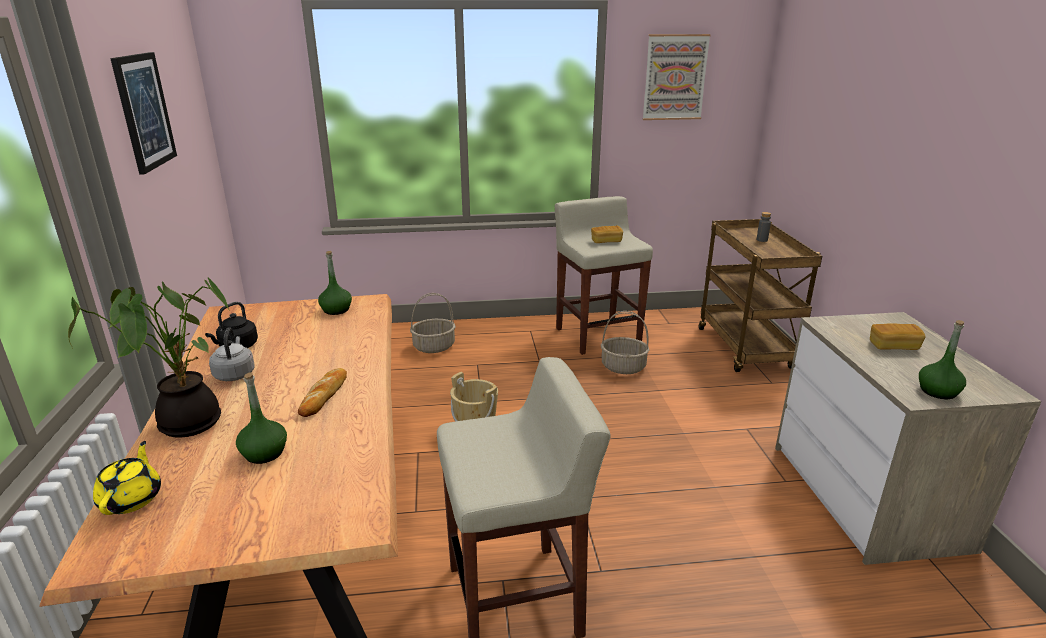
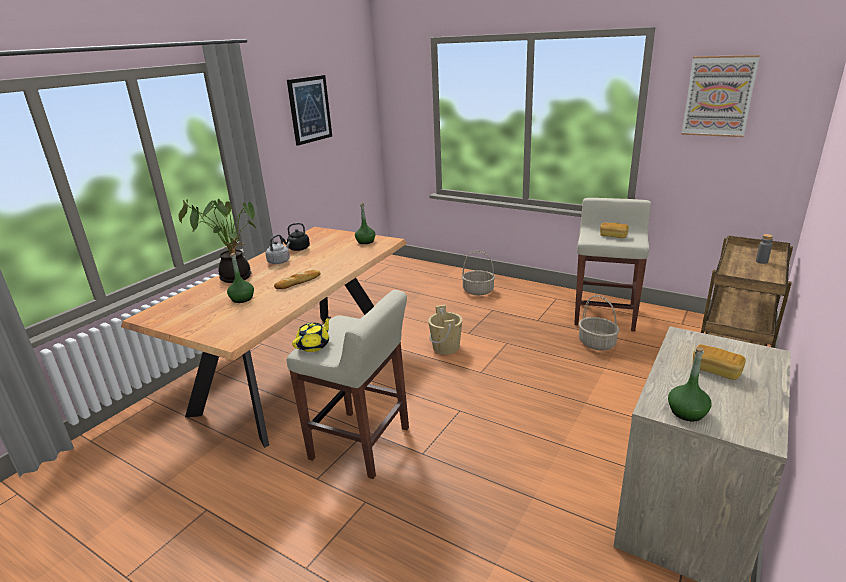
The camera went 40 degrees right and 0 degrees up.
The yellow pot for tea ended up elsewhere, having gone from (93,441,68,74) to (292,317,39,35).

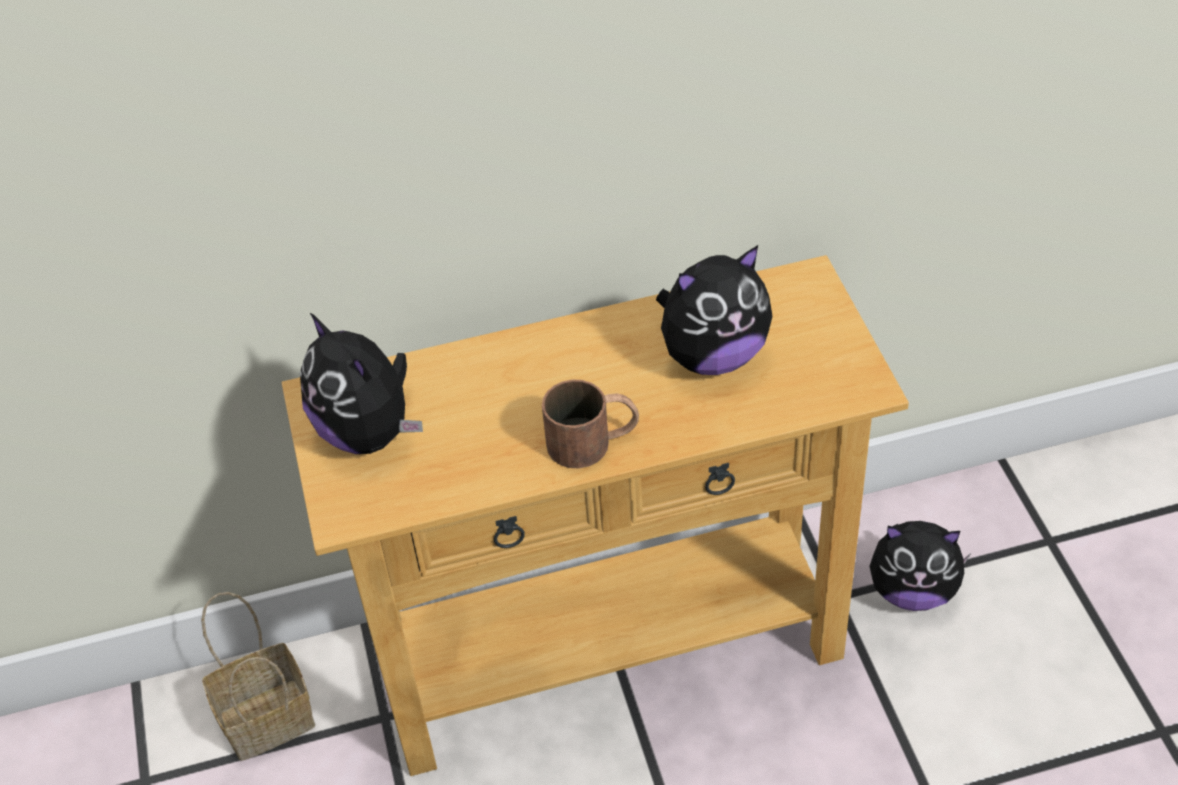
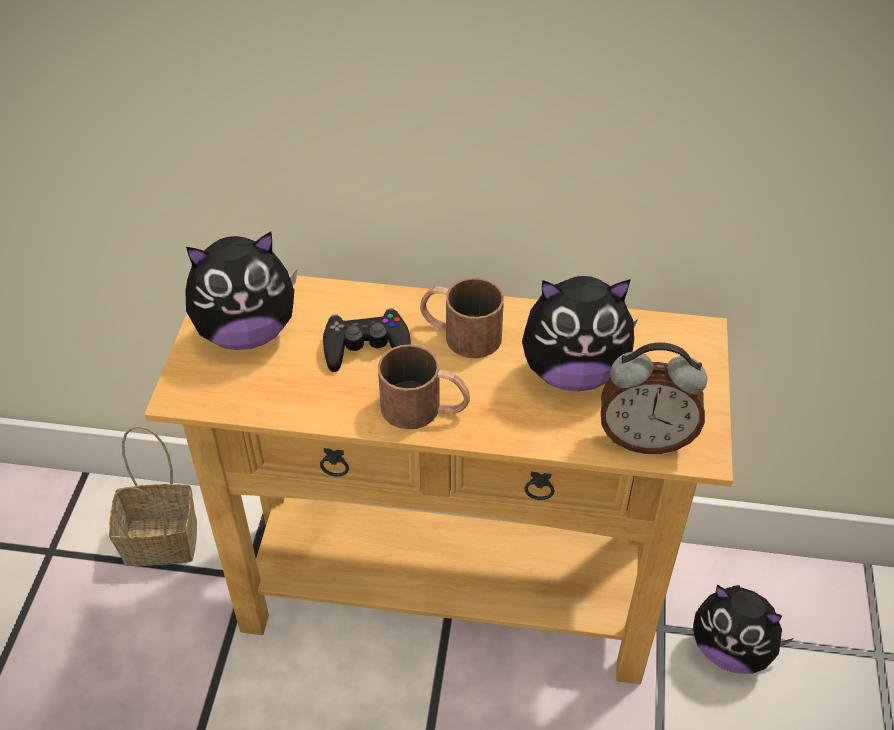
The camera went 20 degrees right and 0 degrees up.
The plush toy at (300,312,123,142) ended up facing another way, 90 degrees counterclockwise from before.
The second view gained the black gamepad at (323,308,88,64).
The second view gained the brown-coloured mug at (420,278,84,80).
The second view gained the table clock at (601,343,106,111).

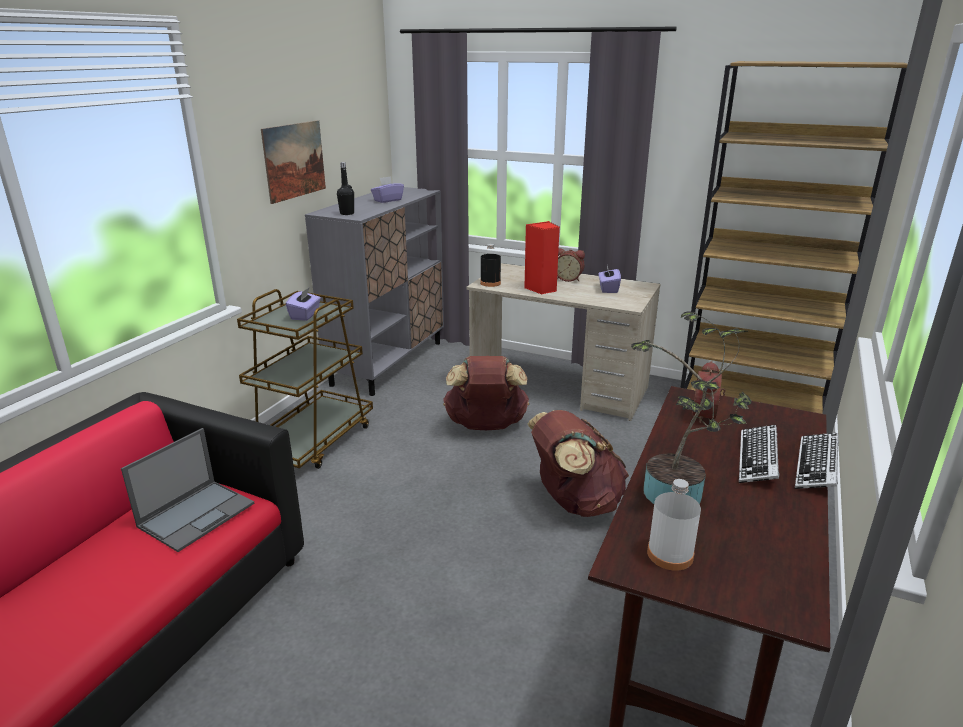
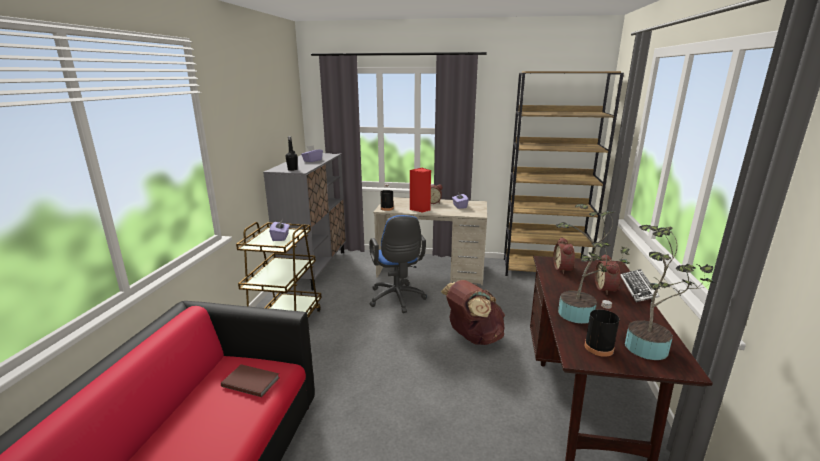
The camera went 15 degrees left and 5 degrees down.
Where the laptop stood at (121,428,133,124), the brown-coloured bound book came to stand at (221,364,58,33).
Where the brown-coloured rucksack stood at (443,356,86,74), the bluish computer chair came to stand at (369,215,58,98).
What was the white beverage bottle at (647,479,54,92) turned into the black beverage bottle at (585,300,34,57).
Where the PC keyboard stood at (739,425,40,58), the table clock came to stand at (595,254,26,41).
The second view gained the houseplant at (625,225,91,135).
The second view lost the wall art at (261,120,65,84).

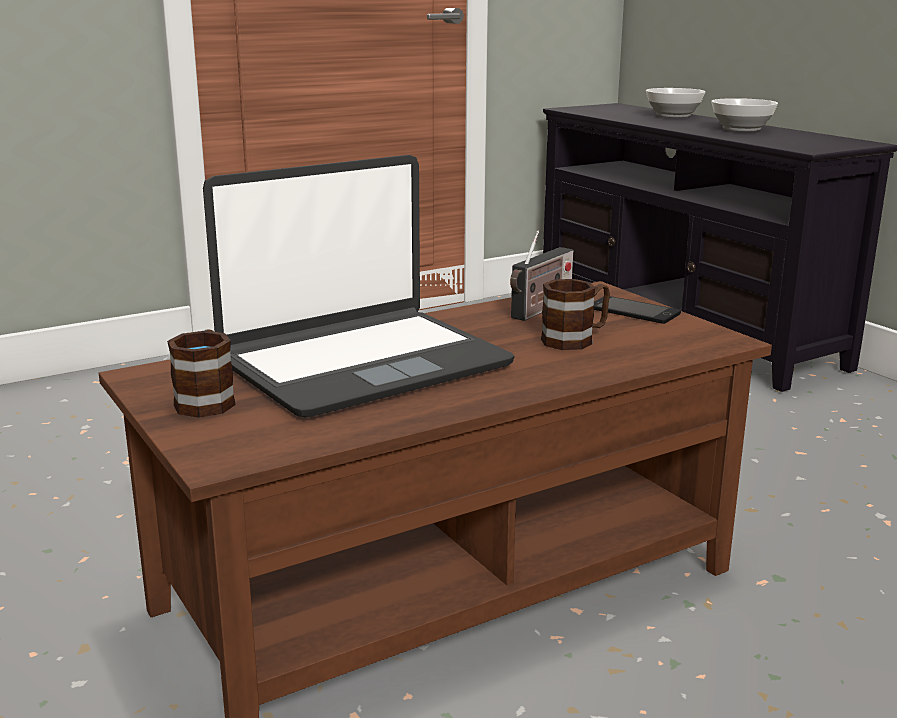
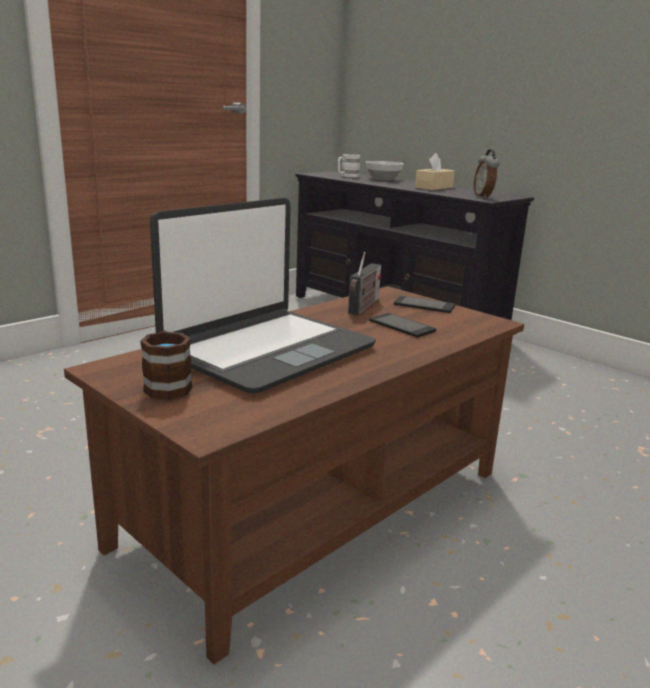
The camera went 15 degrees left and 0 degrees up.
The second view gained the white mug at (338,154,23,23).
Where the brown-coloured mug stood at (541,279,69,71), the handset came to stand at (369,313,67,24).
Where the deep dish stood at (711,98,67,34), the sand-coloured box of tissues came to stand at (415,153,40,37).
The second view gained the table clock at (474,149,26,49).

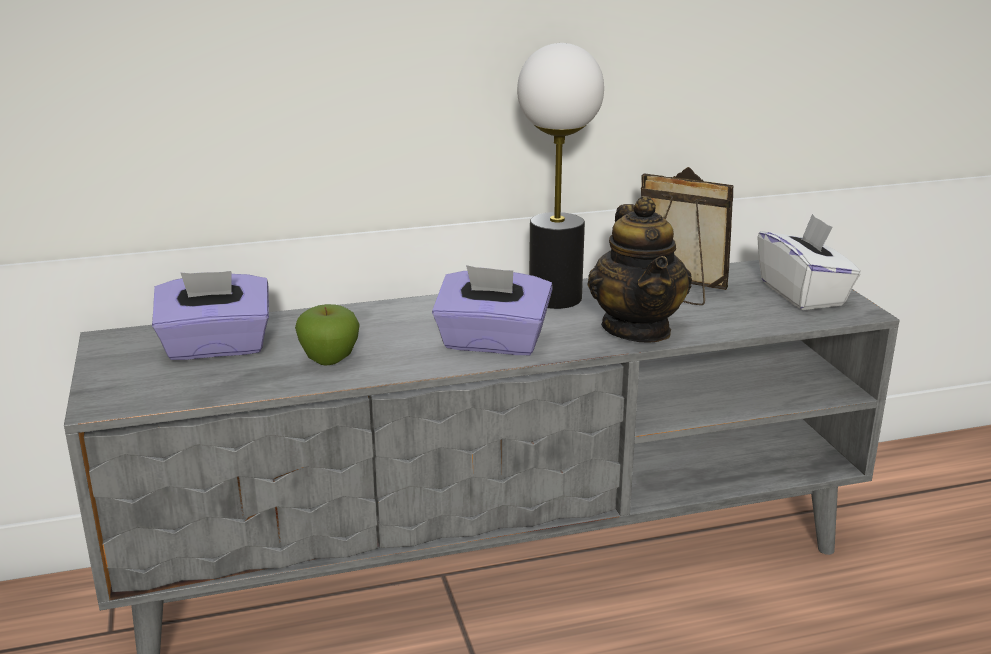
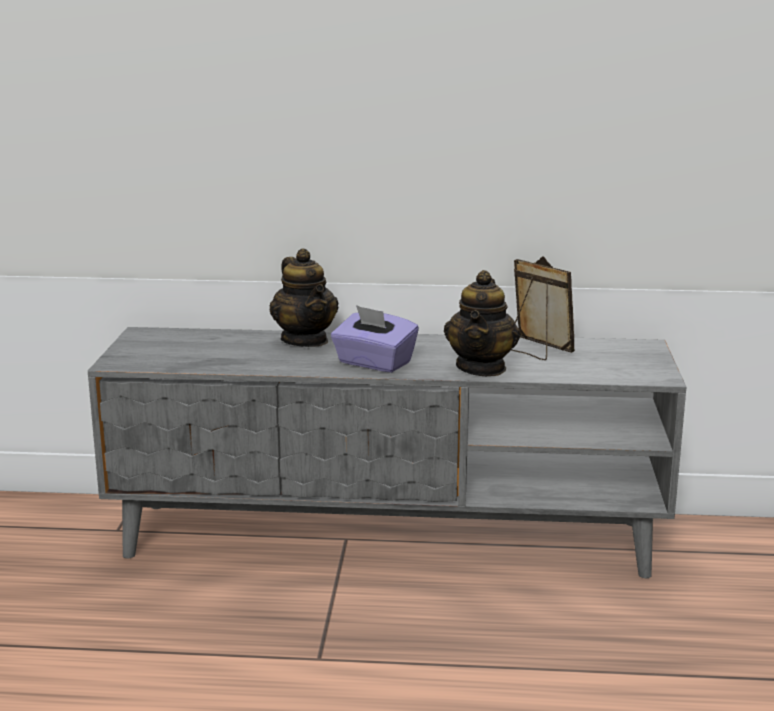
The camera went 20 degrees right and 5 degrees down.
The second view gained the pot for tea at (270,248,69,99).
The second view lost the purplish box of tissues at (152,271,117,89).
The second view lost the whole apple at (295,304,65,61).
The second view lost the tabletop lamp at (517,43,87,266).
The second view lost the white box of tissues at (757,214,104,96).

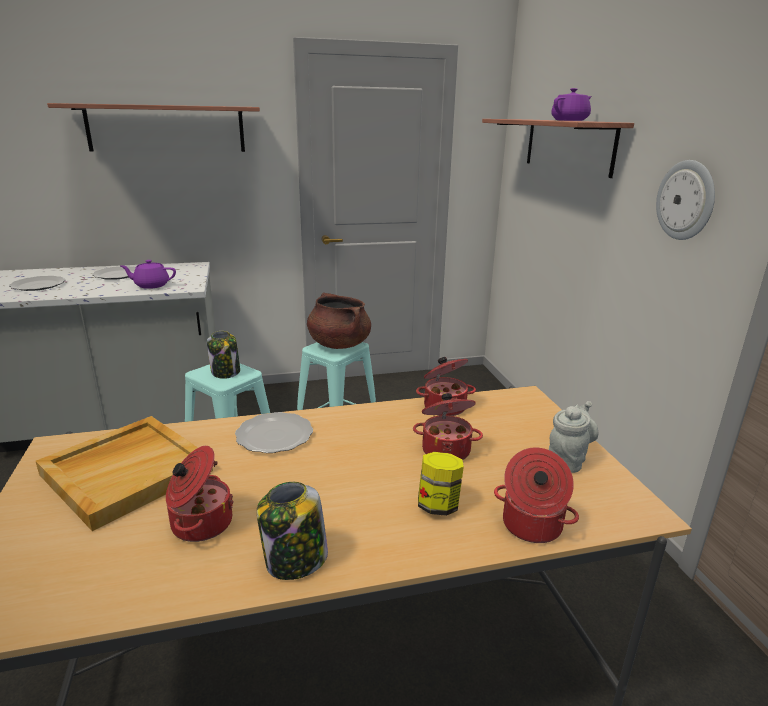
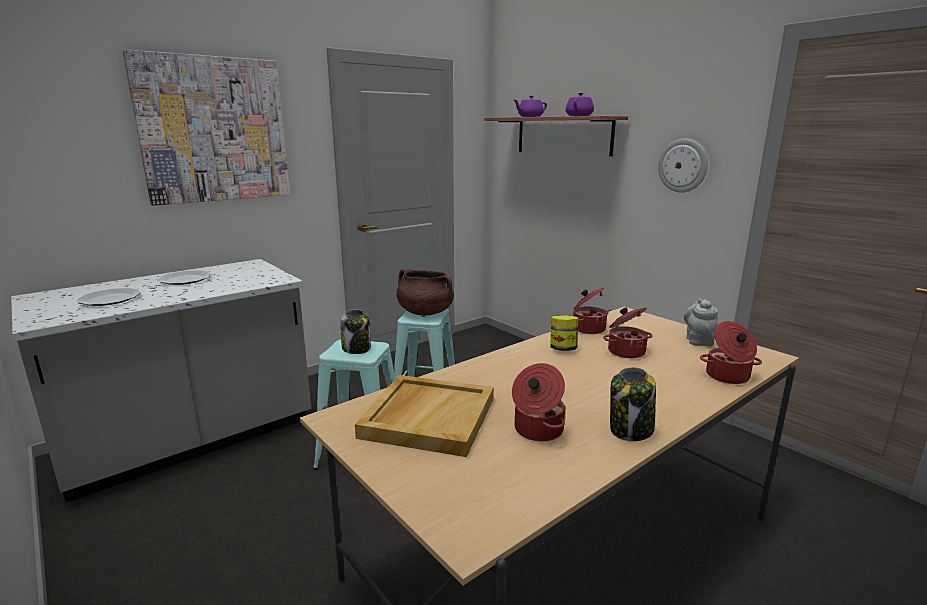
The camera went 25 degrees left and 5 degrees down.
Where the shelf hung at (47,103,213,49), the wall art came to hang at (123,49,167,157).
The purplish pot for tea ended up elsewhere, having gone from (121,260,55,29) to (514,96,33,21).
The jar ended up elsewhere, having gone from (418,452,46,64) to (550,315,28,36).
The second view lost the dinner plate at (235,412,78,41).

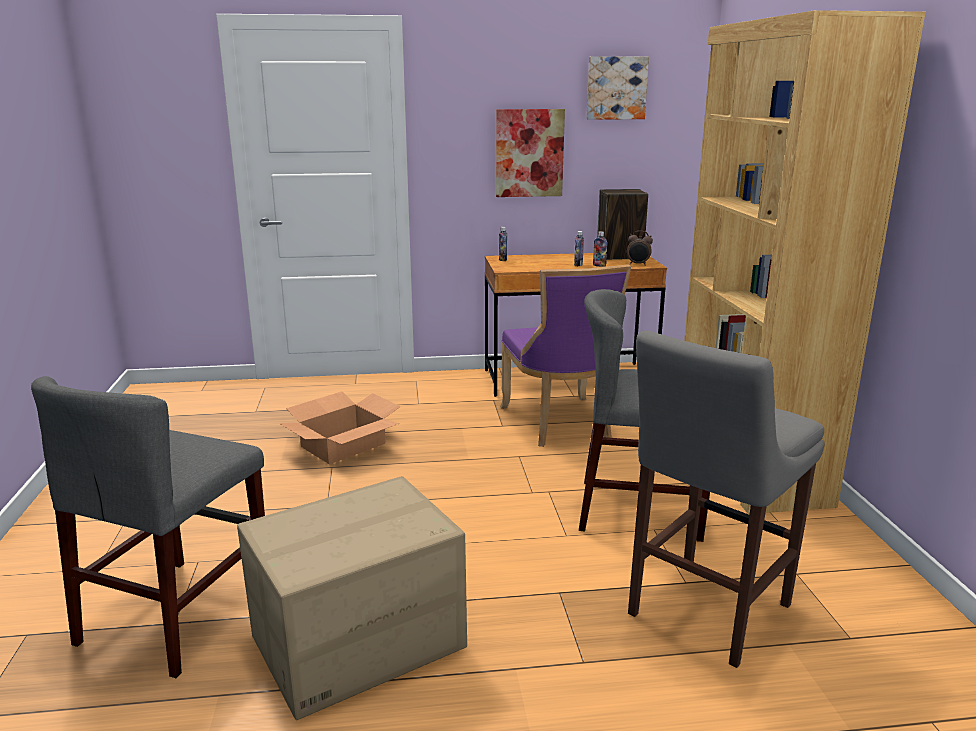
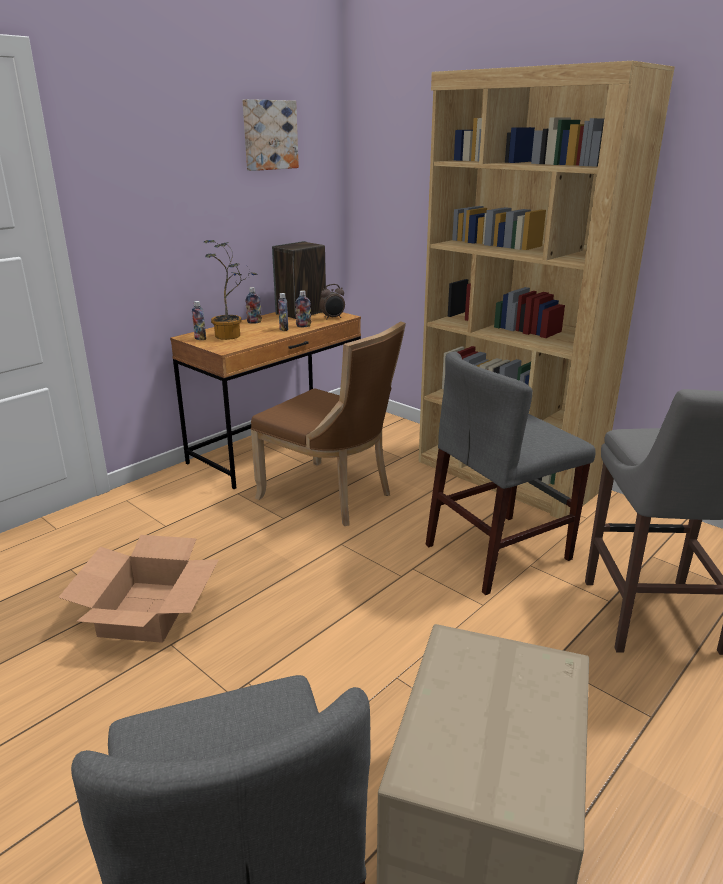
The camera went 40 degrees left and 5 degrees up.
The second view gained the houseplant at (204,240,53,100).
The second view gained the beverage bottle at (245,287,17,37).
What was the purplish plain chair at (500,264,131,183) turned into the brown-coloured plain chair at (250,321,156,205).
The second view lost the wall art at (496,109,69,88).

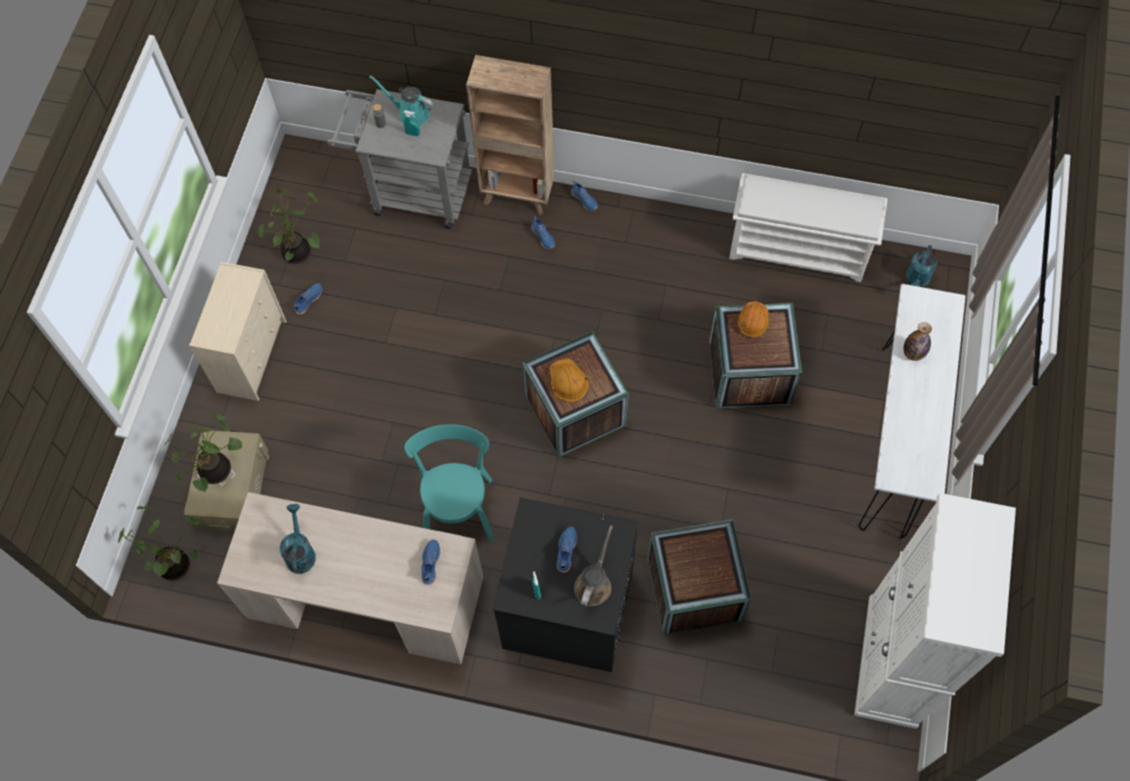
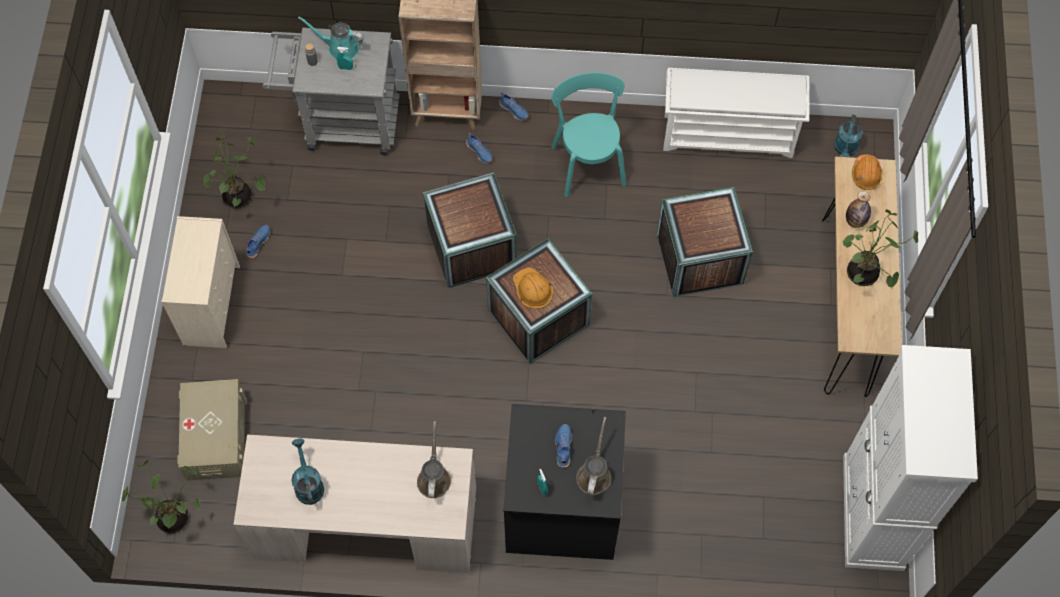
The camera went 10 degrees left and 0 degrees up.
Where the bluish shoe stood at (422,539,18,46), the brown-coloured sprinkling can came to stand at (417,421,34,77).
The crate ended up elsewhere, having gone from (647,519,104,116) to (423,172,94,116).
The turquoise-coloured plain chair ended up elsewhere, having gone from (404,424,91,118) to (551,73,75,124).
What was the white narrow table at (859,284,107,254) turned into the brown-coloured narrow table at (822,157,80,240).
The houseplant ended up elsewhere, having gone from (164,412,78,80) to (843,209,75,79).
The orangey work helmet ended up elsewhere, having gone from (738,302,31,36) to (852,154,30,36).

